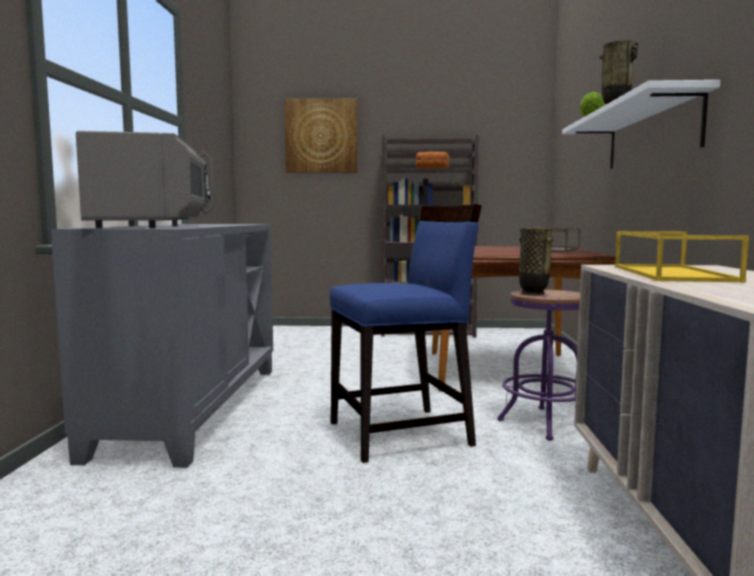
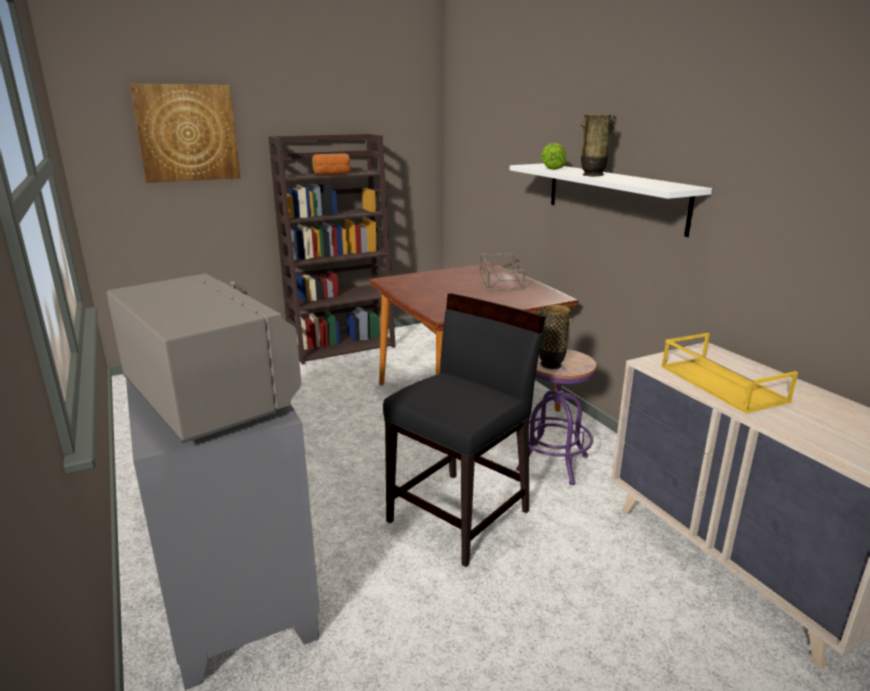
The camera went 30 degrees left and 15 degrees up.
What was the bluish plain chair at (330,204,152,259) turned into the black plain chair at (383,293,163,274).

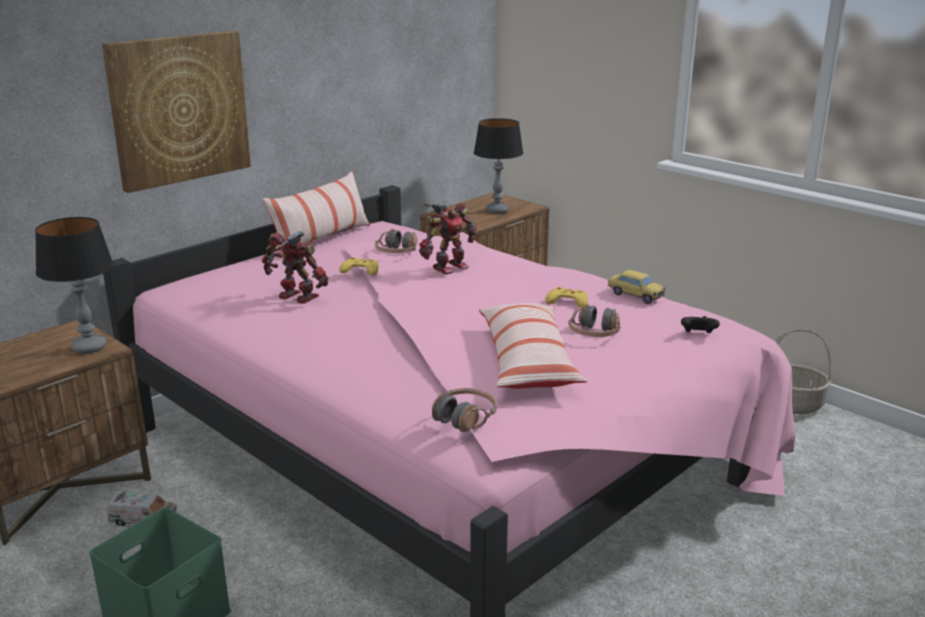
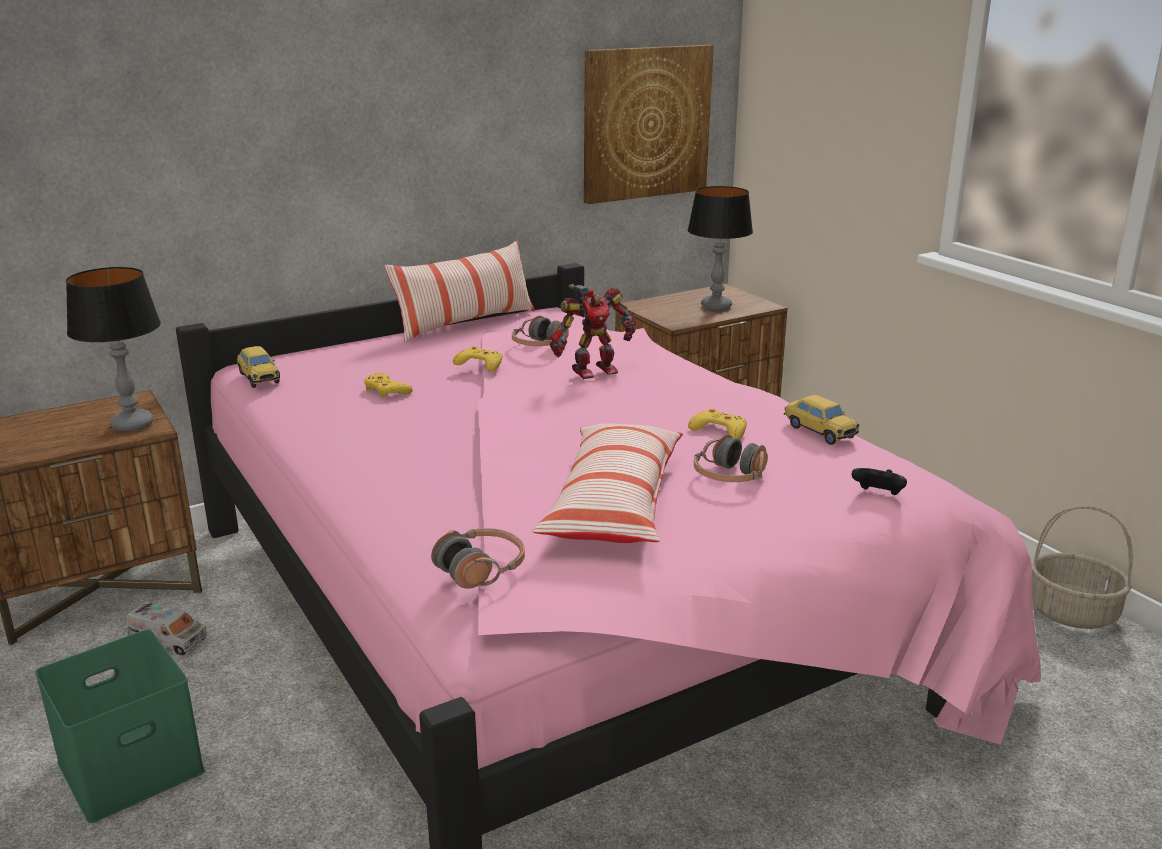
The camera went 15 degrees right and 0 degrees up.
The second view gained the toy car at (237,346,43,42).
Where the model robot stood at (262,231,66,73), the yellow gamepad came to stand at (364,373,49,25).
The wall art ended up elsewhere, having gone from (102,31,149,162) to (584,45,130,159).

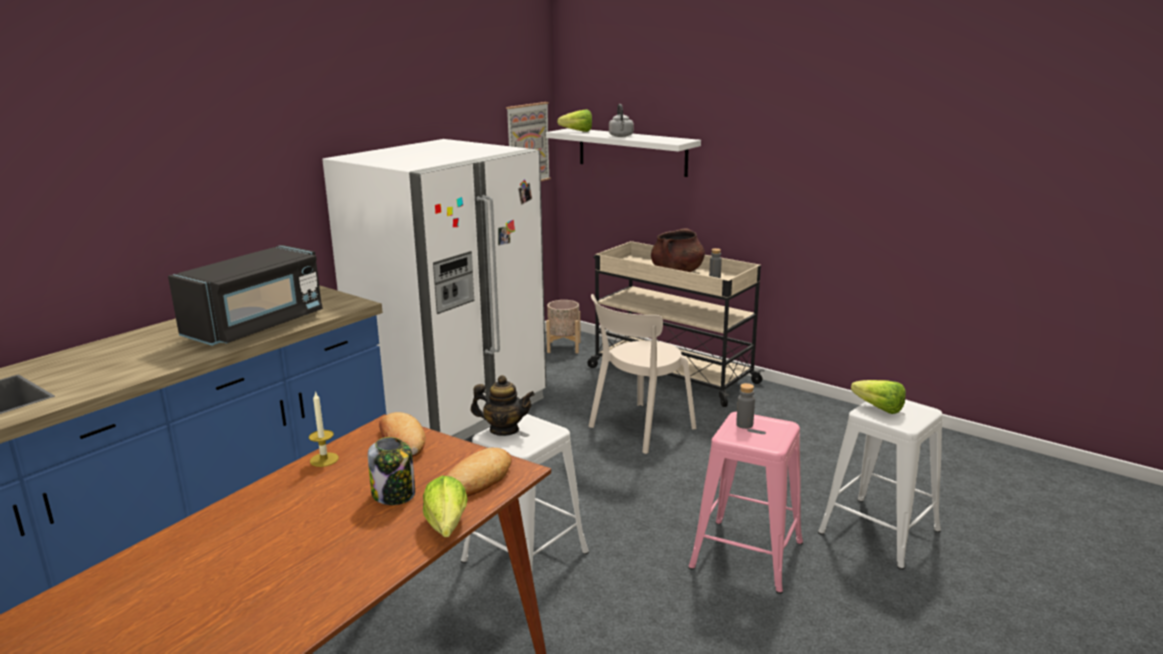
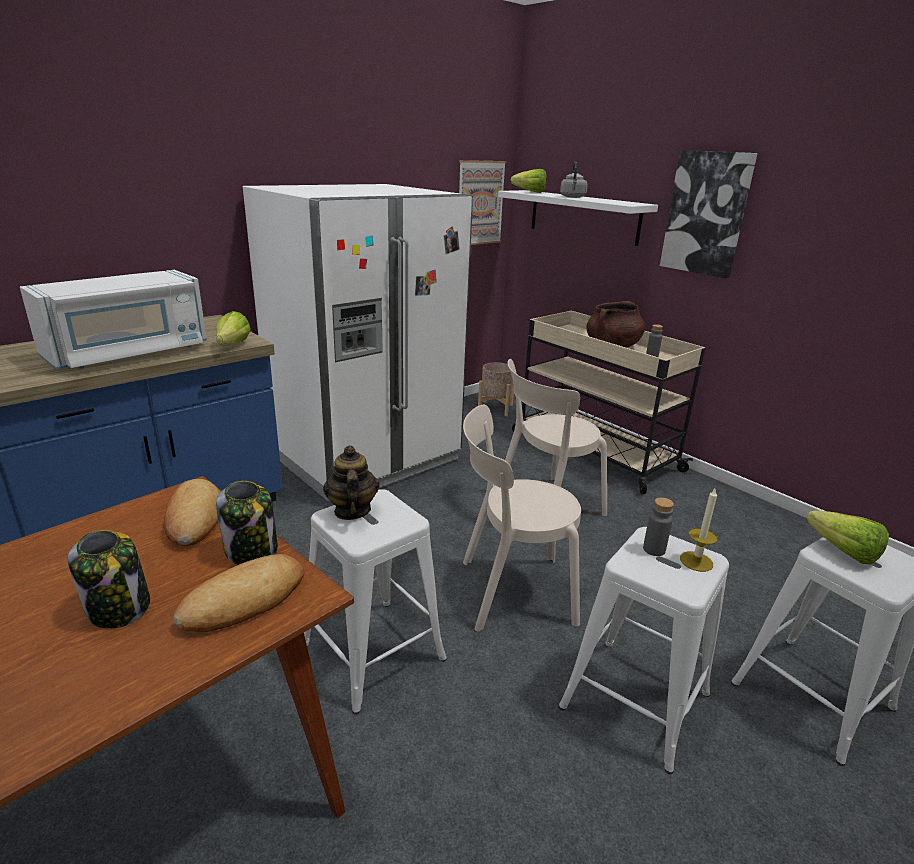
The camera went 10 degrees right and 5 degrees up.
What was the black microwave at (168,245,155,101) turned into the white microwave at (20,270,187,99).
The lettuce ended up elsewhere, having gone from (423,476,44,61) to (216,311,35,34).
The second view gained the jar at (216,481,62,84).
The pot for tea at (471,375,64,61) ended up facing another way, 120 degrees counterclockwise from before.
The second view gained the sand-coloured plain chair at (463,405,118,227).
What was the pink-coloured sitting stool at (688,412,115,182) turned into the white sitting stool at (559,527,170,247).
The second view gained the wall art at (660,150,98,128).
The wax light ended up elsewhere, having gone from (309,391,30,76) to (680,487,38,85).

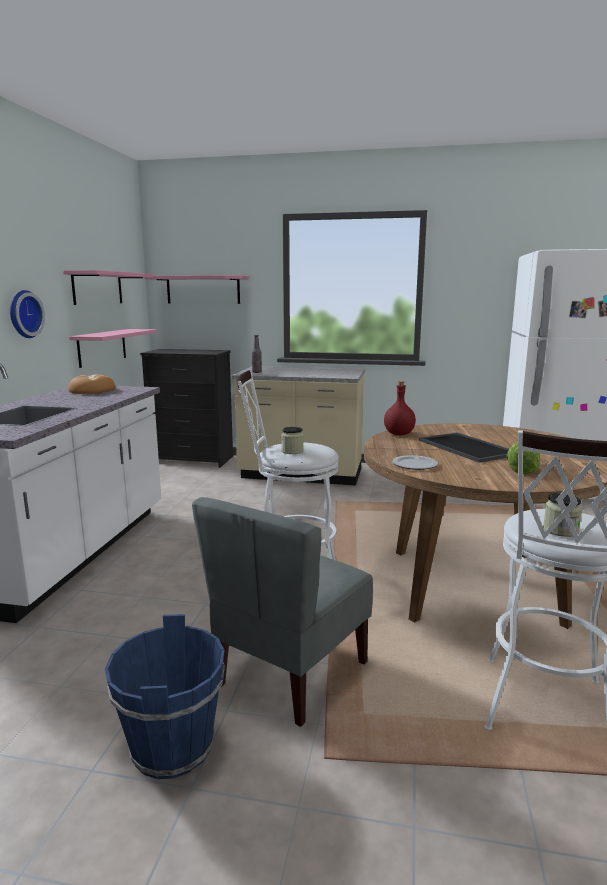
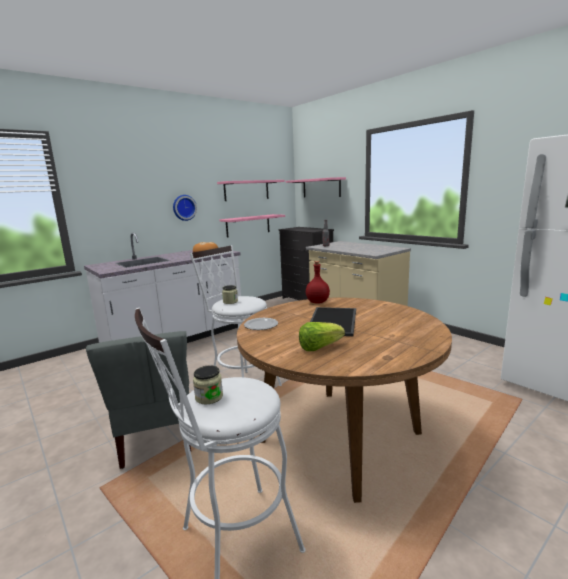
The camera went 40 degrees right and 0 degrees up.
The grey plain chair at (192,497,181,230) ended up facing another way, 90 degrees counterclockwise from before.
The second view lost the bluish pail at (105,614,120,165).

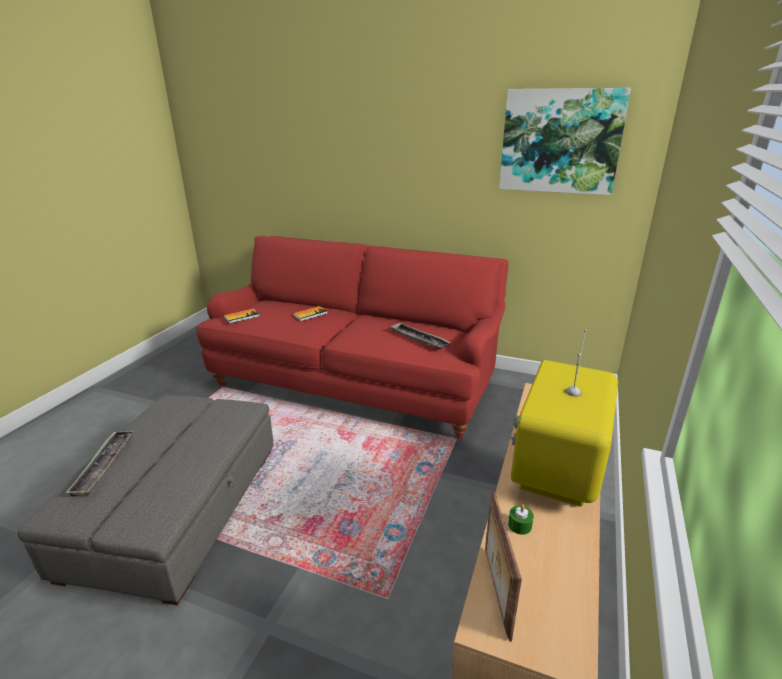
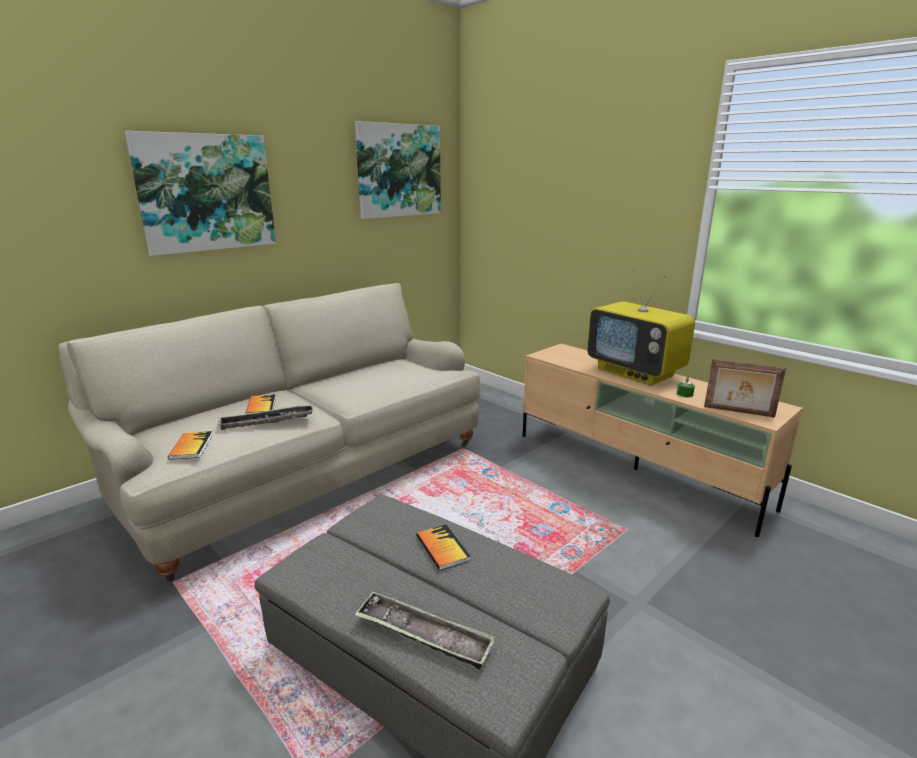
The camera went 65 degrees left and 5 degrees down.
What was the red settee at (196,236,313,202) turned into the sand-coloured settee at (58,283,422,299).
The second view gained the wall art at (125,131,151,125).
The serving tray ended up elsewhere, having gone from (390,322,61,27) to (217,404,97,26).
The second view gained the bound book at (416,524,55,47).

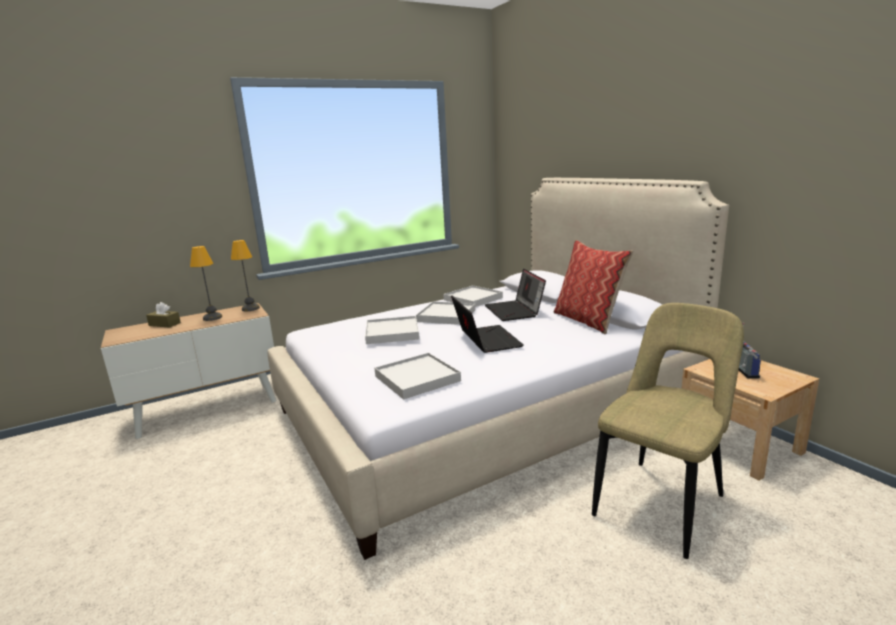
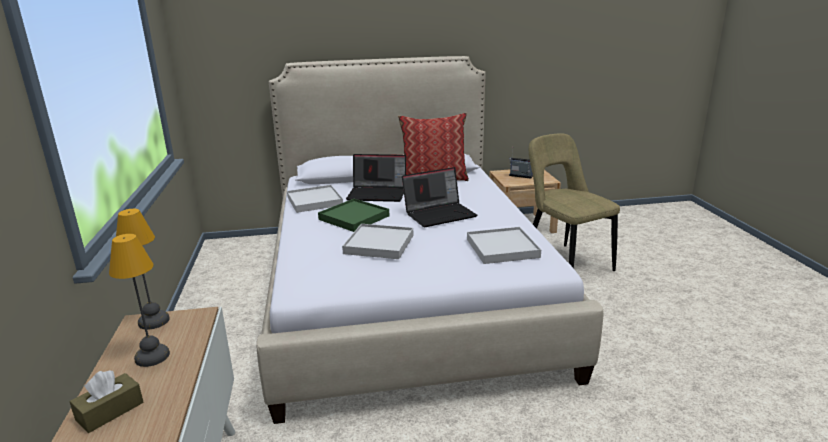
The camera went 70 degrees left and 5 degrees up.
What was the white serving tray at (416,301,59,24) turned into the greenish serving tray at (318,199,72,33).
The laptop at (451,296,73,57) ended up facing another way, 150 degrees clockwise from before.

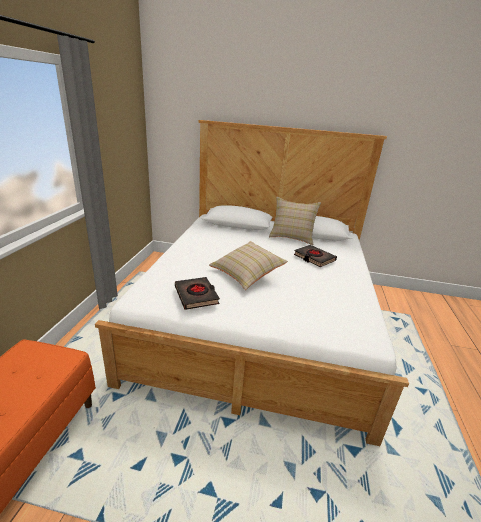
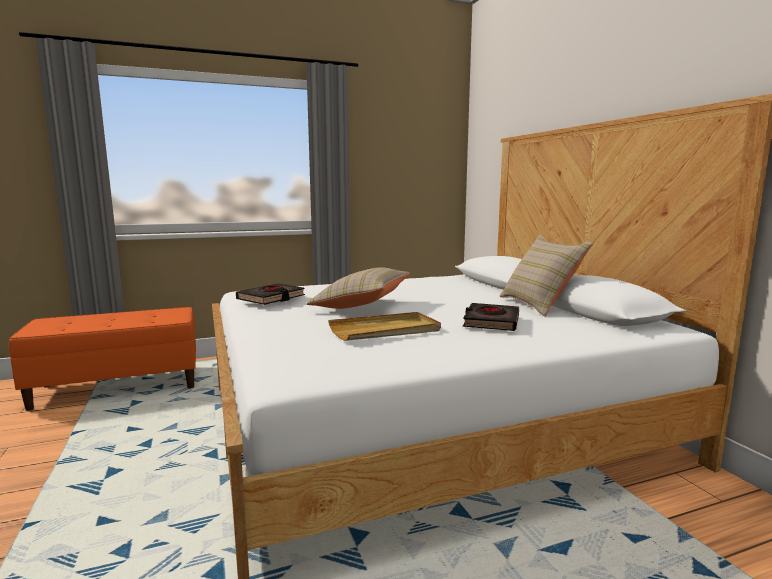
The camera went 60 degrees right and 15 degrees down.
The second view gained the sand-coloured serving tray at (328,312,113,29).

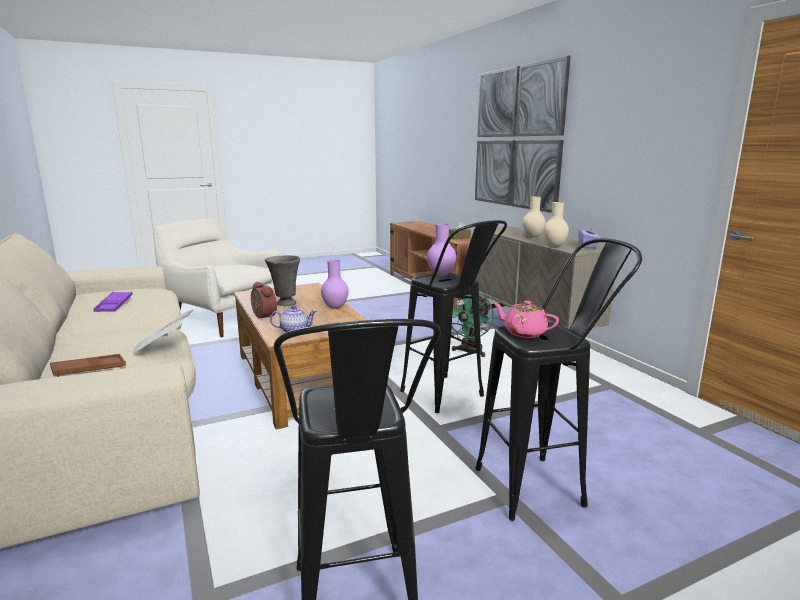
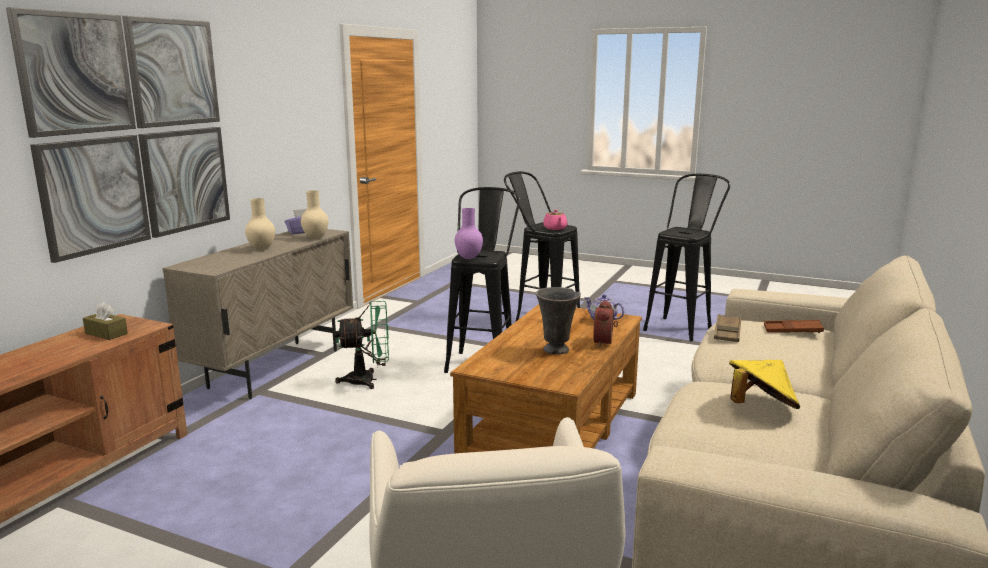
The camera went 130 degrees left and 0 degrees up.
Where the printed paper stood at (132,310,62,44), the brown-coloured serving tray came to stand at (714,314,28,28).
Where the purplish serving tray stood at (94,292,38,20), the yellow hat came to stand at (729,360,71,49).
The second view lost the purplish vase at (321,260,28,49).

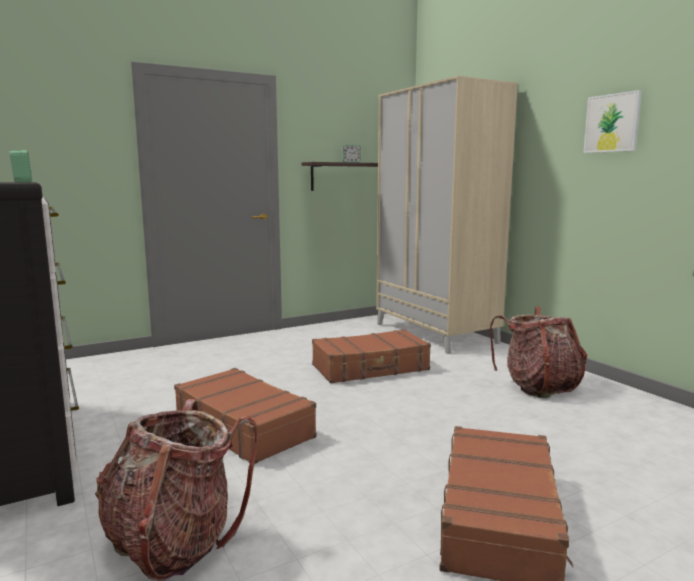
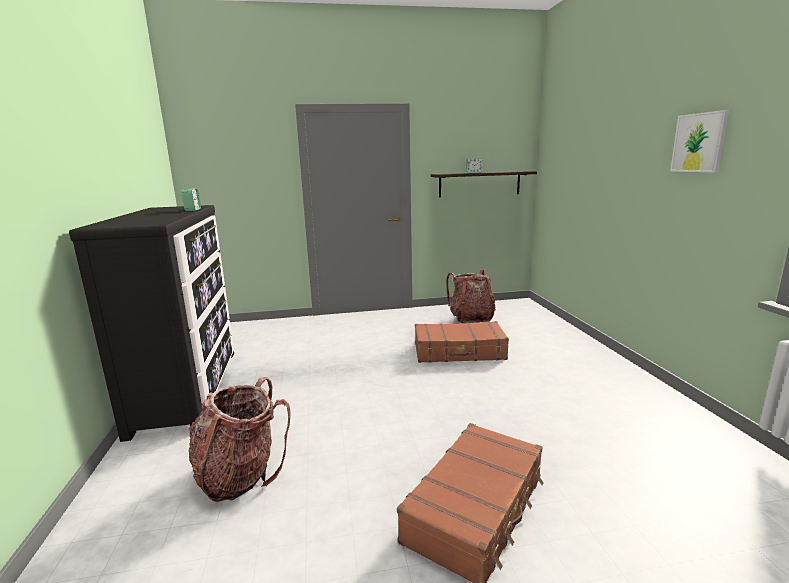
The camera went 20 degrees right and 5 degrees up.
The rucksack ended up elsewhere, having gone from (490,306,97,92) to (446,269,50,54).
The second view lost the brown-coloured piece of luggage at (174,368,142,96).
The second view lost the sand-coloured wardrobe at (376,76,142,278).

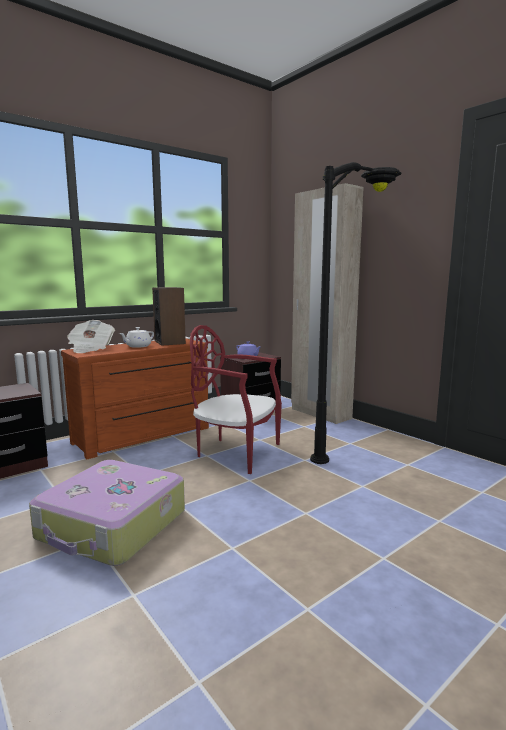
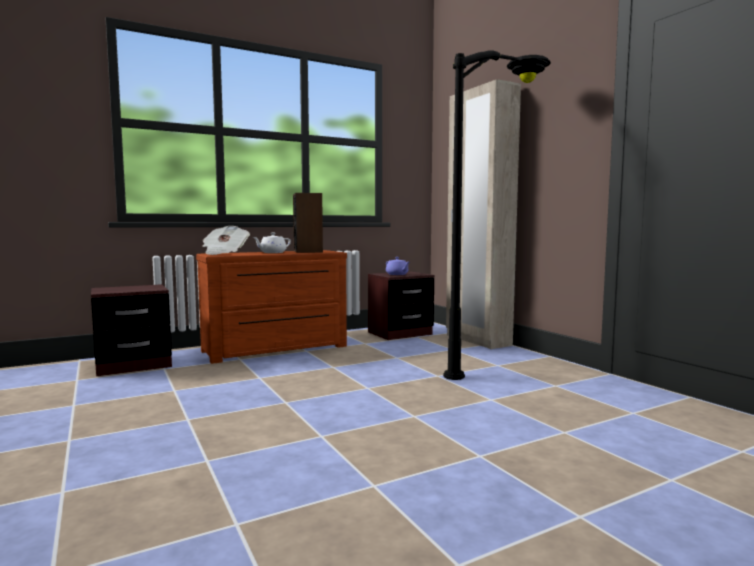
The camera went 10 degrees right and 5 degrees down.
The second view lost the piece of luggage at (29,460,156,106).
The second view lost the red plain chair at (190,325,92,149).

